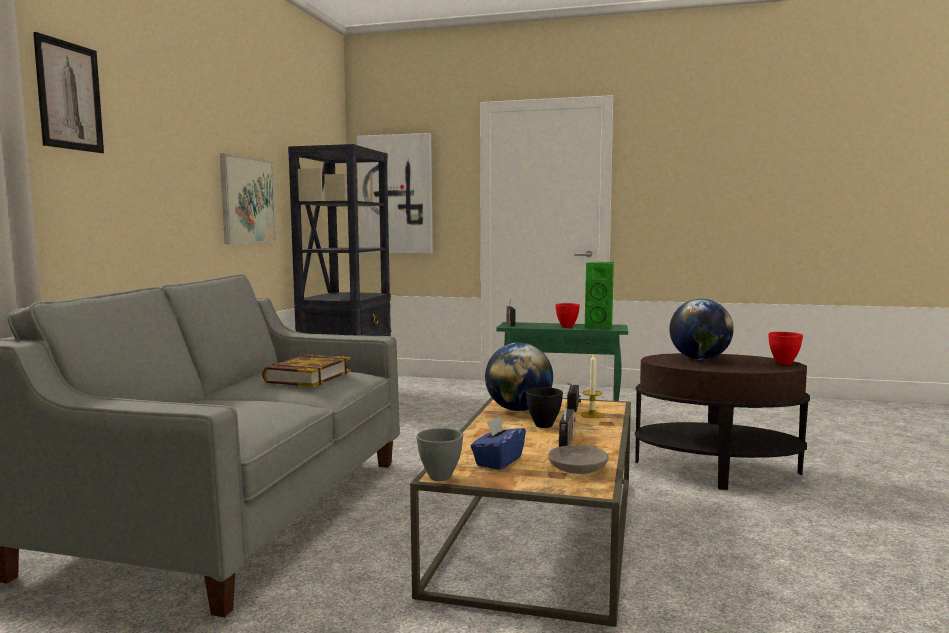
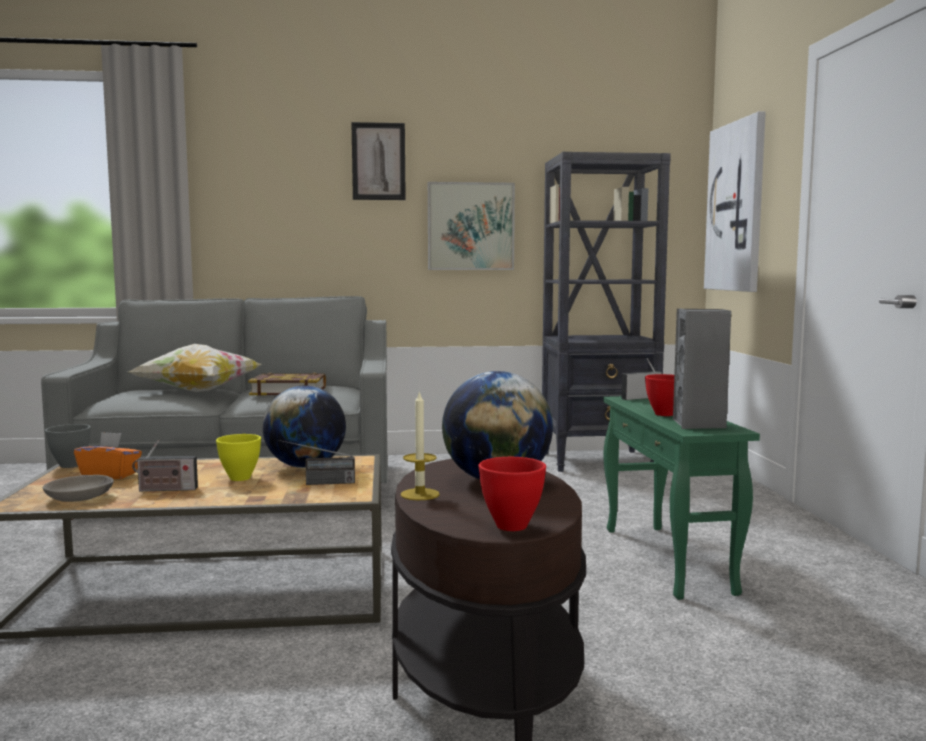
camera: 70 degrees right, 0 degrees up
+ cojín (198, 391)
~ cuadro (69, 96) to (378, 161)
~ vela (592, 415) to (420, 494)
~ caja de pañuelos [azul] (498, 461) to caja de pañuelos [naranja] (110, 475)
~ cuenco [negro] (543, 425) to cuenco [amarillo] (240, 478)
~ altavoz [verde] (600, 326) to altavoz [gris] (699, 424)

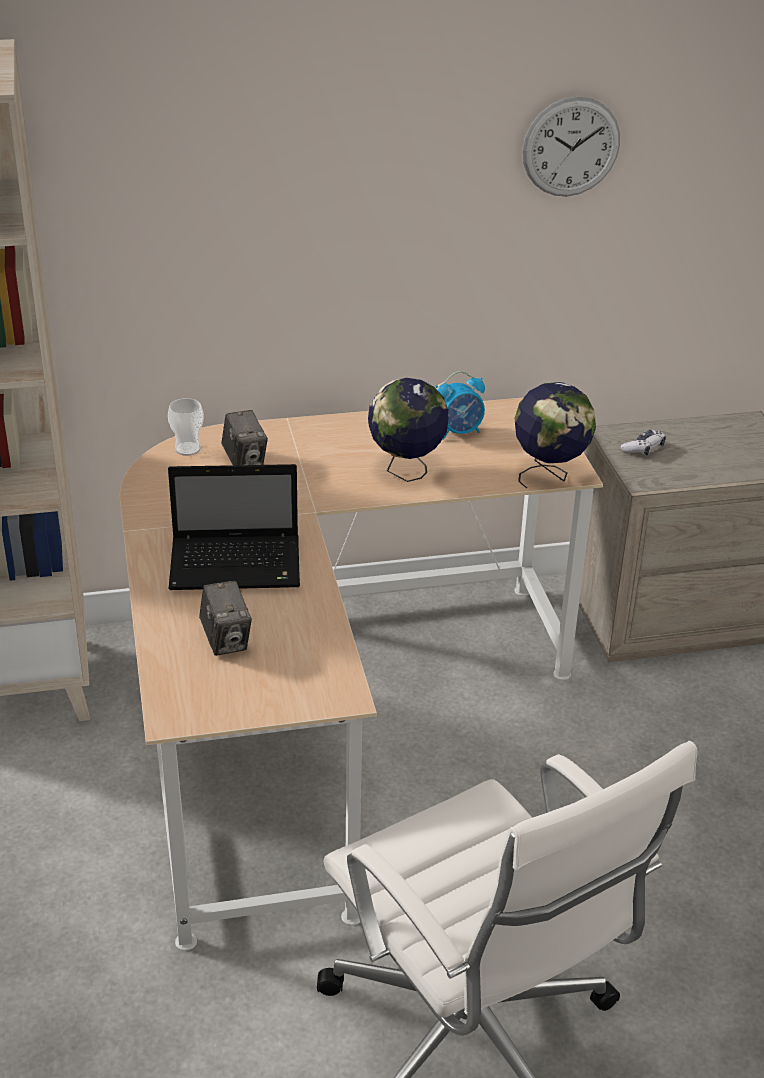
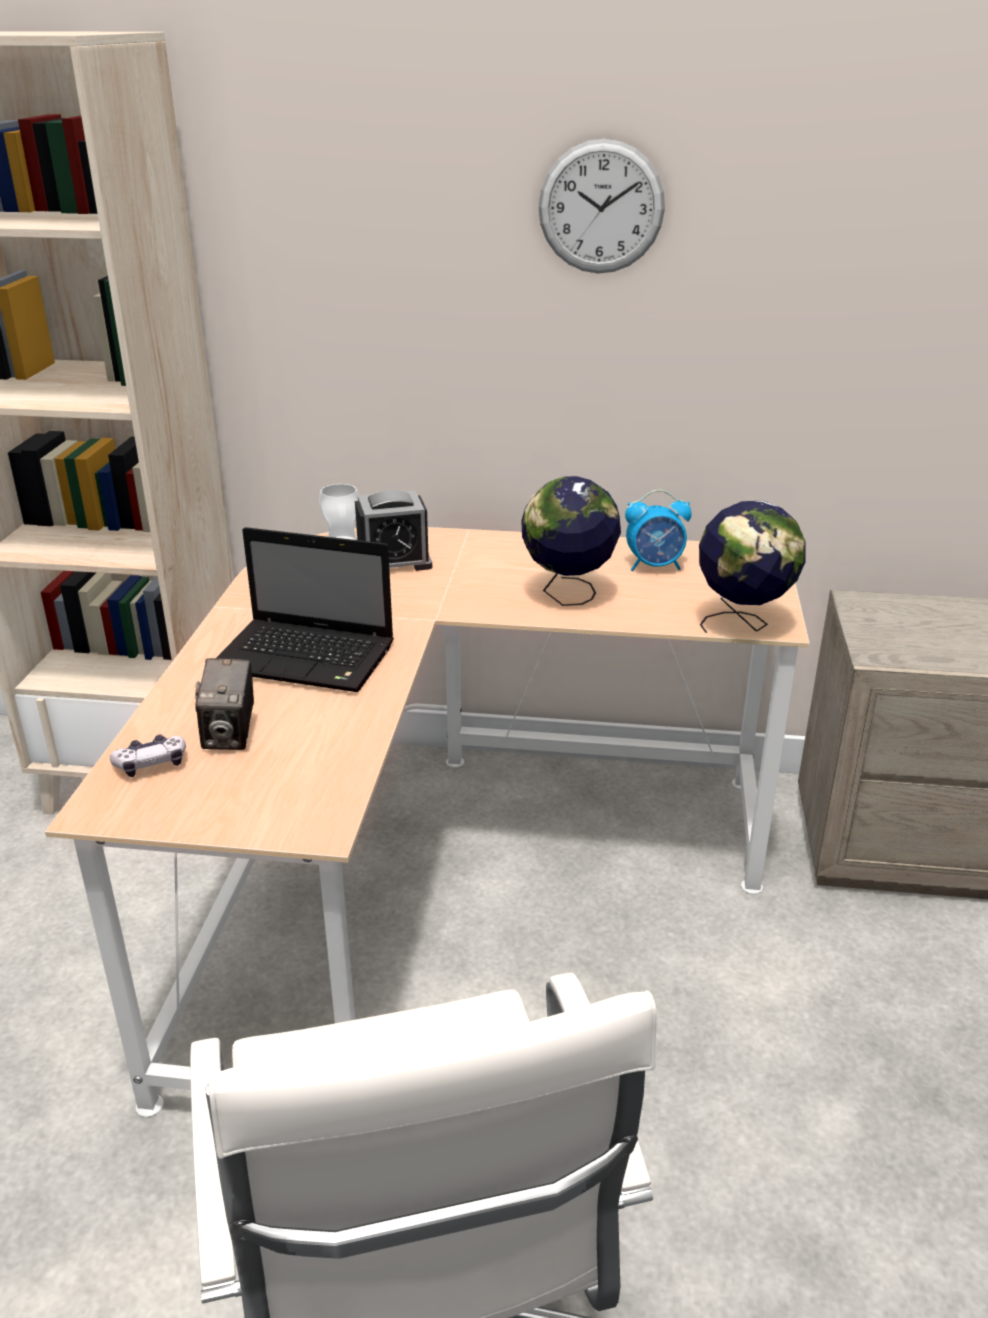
camera: 20 degrees right, 5 degrees down
~ reloj de pared (571, 147) to (601, 207)
~ mando de consola (643, 448) to (151, 764)
~ cámara (245, 461) to despertador (393, 561)

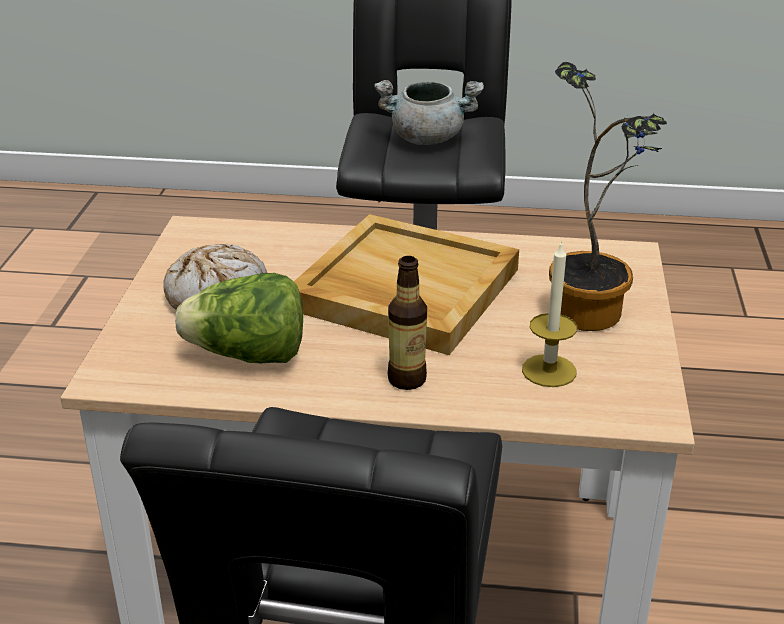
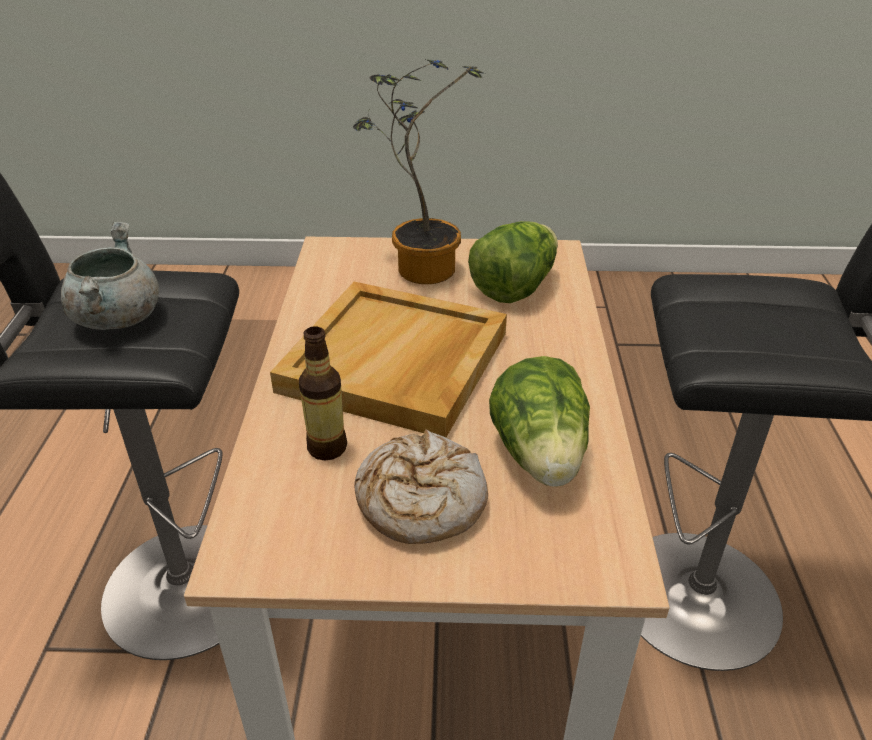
camera: 95 degrees left, 5 degrees up
~ botella (407, 379) to (327, 447)
~ vela (549, 371) to lechuga (514, 288)

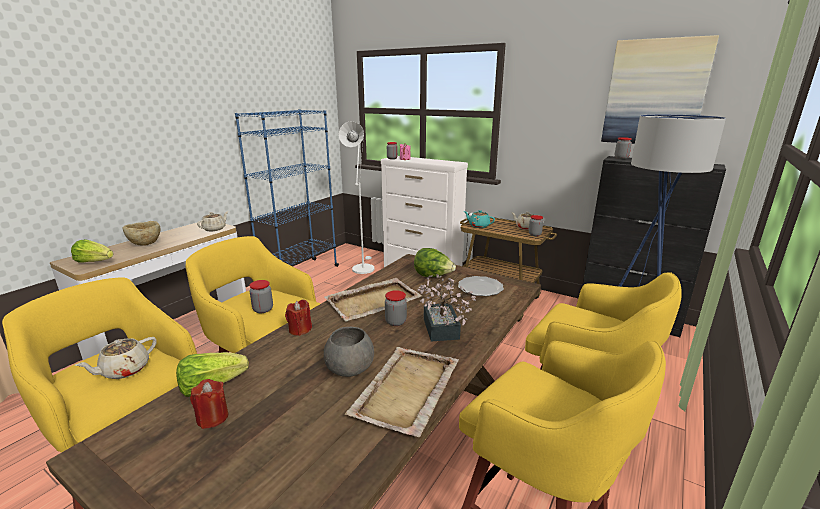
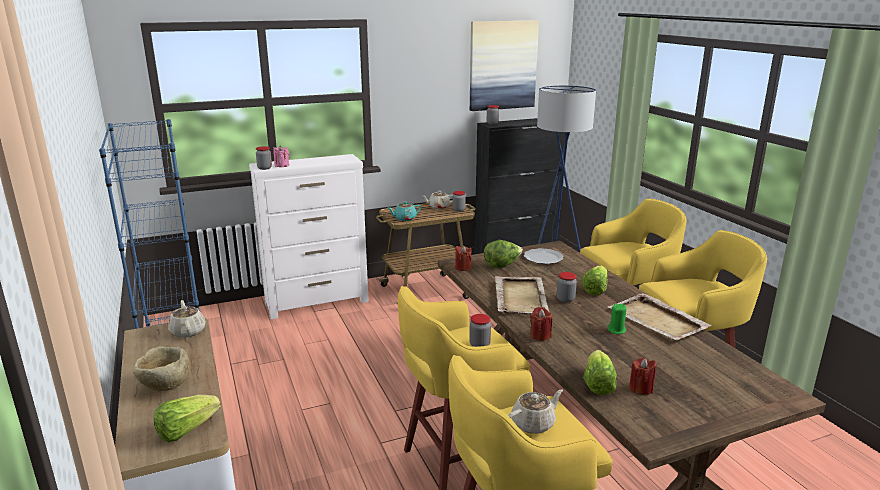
camera: 55 degrees left, 0 degrees up
- lámpara de pie [blanco] (363, 267)
+ vela [rojo] (463, 267)
~ cuenco [gris] (349, 368) to vela [verde] (616, 330)
~ planta en maceta (441, 331) to lechuga (595, 289)
~ tetera [beis] (124, 370) = (534, 423) 105 degrees counterclockwise

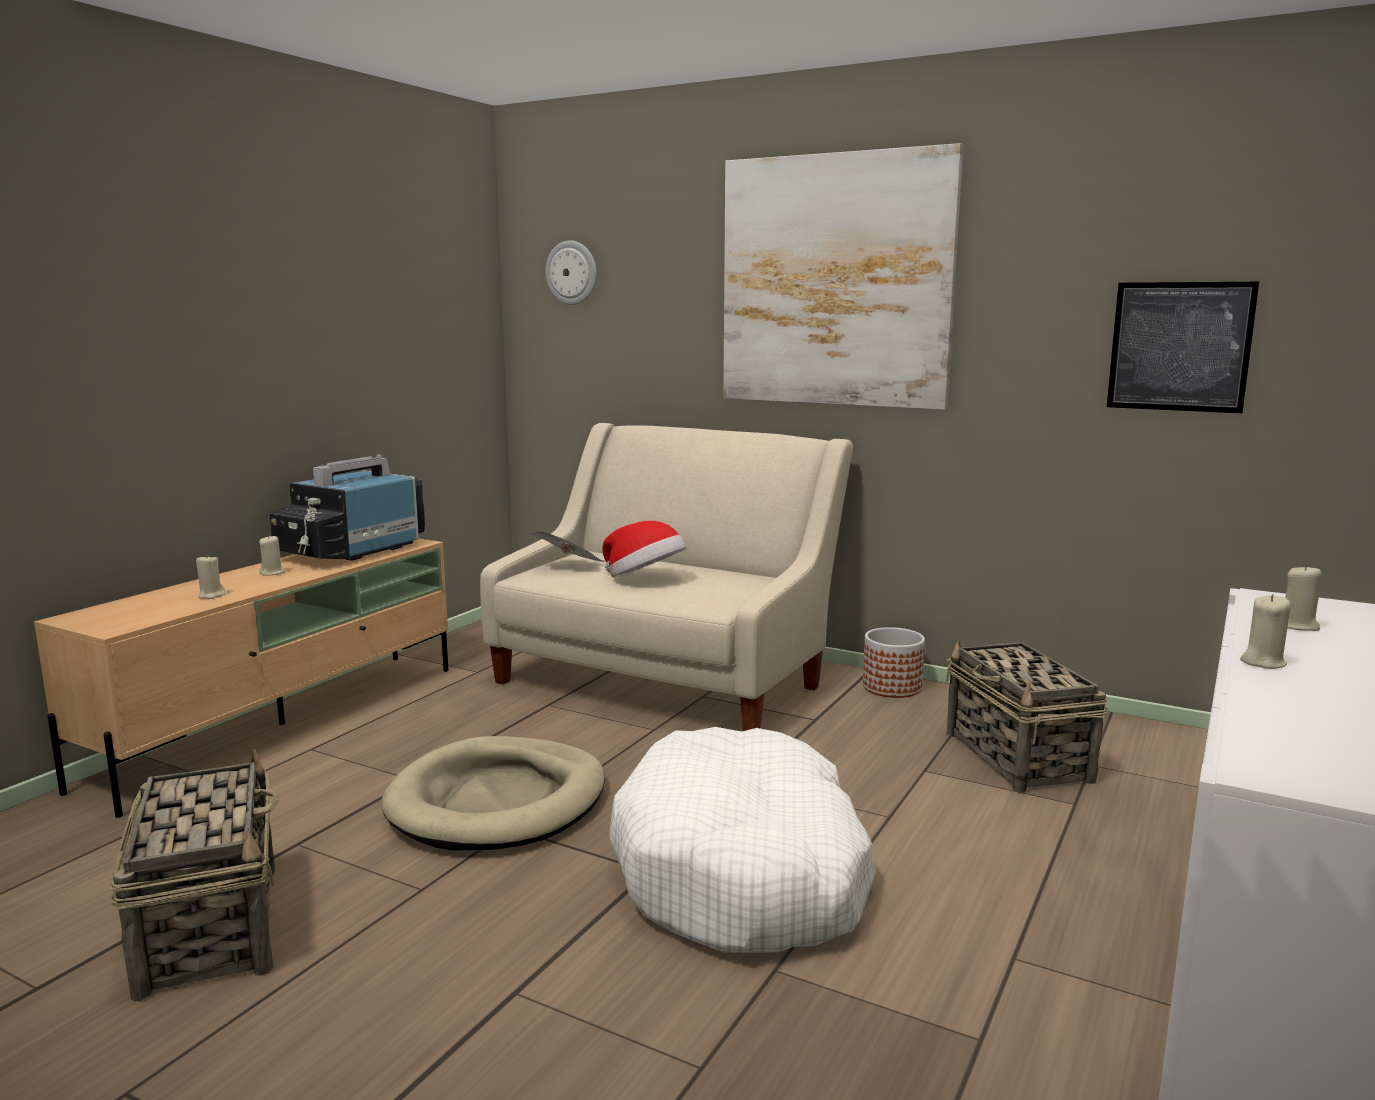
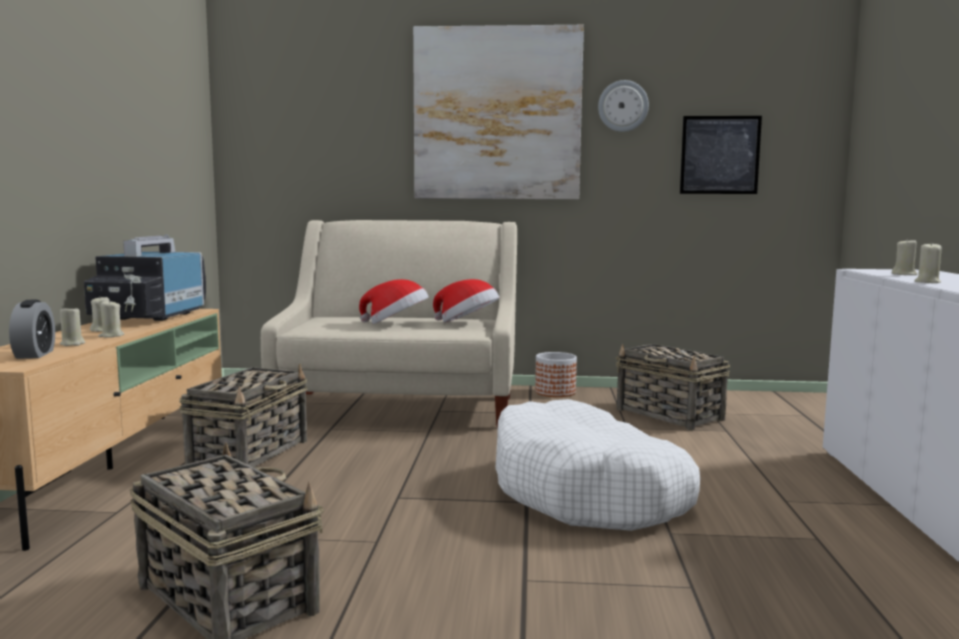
camera: 25 degrees left, 5 degrees down
- cama para perro [beis] (498, 802)
- periódico (570, 566)
+ despertador (34, 354)
+ vela [beis] (111, 336)
+ cesta (250, 453)
+ sombrero (467, 323)
~ reloj de pared (572, 273) to (623, 106)

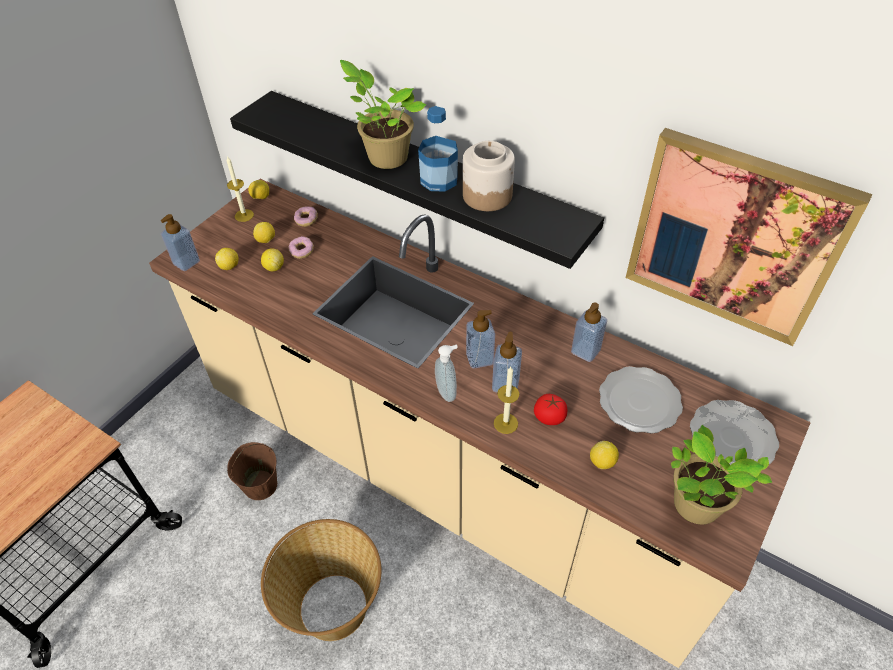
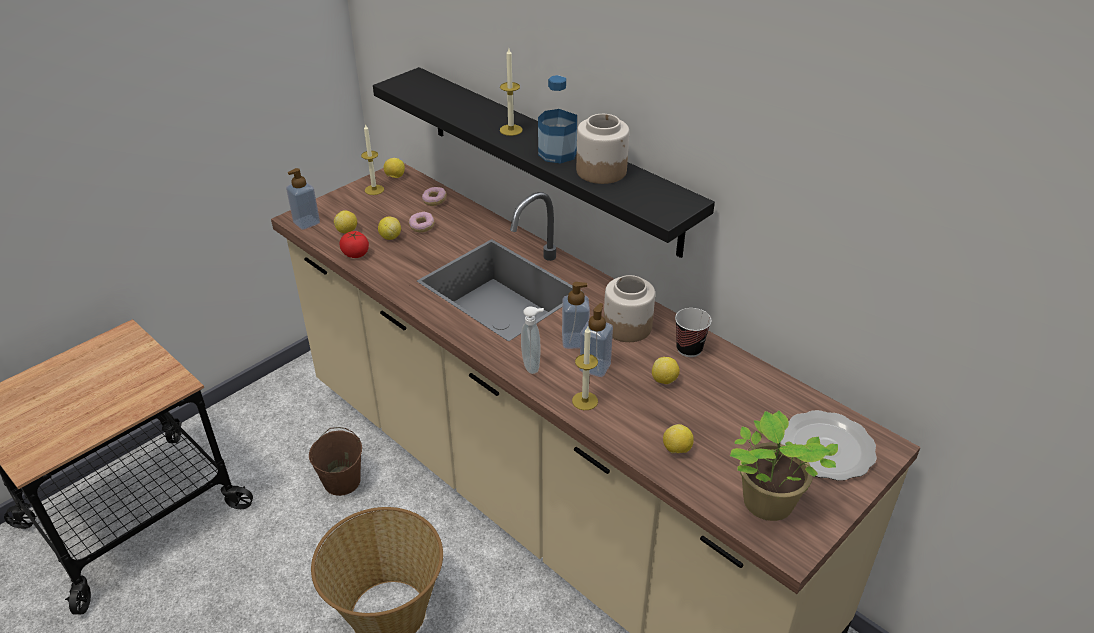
camera: 10 degrees right, 10 degrees down
- plato (639, 402)
- cuadro (734, 237)
+ tarro (627, 326)
~ limón (266, 240) to (664, 380)
~ tomate (549, 417) to (356, 254)
~ planta en maceta (385, 157) to vela (511, 130)
~ dispensador de jabón (585, 351) to taza (689, 349)

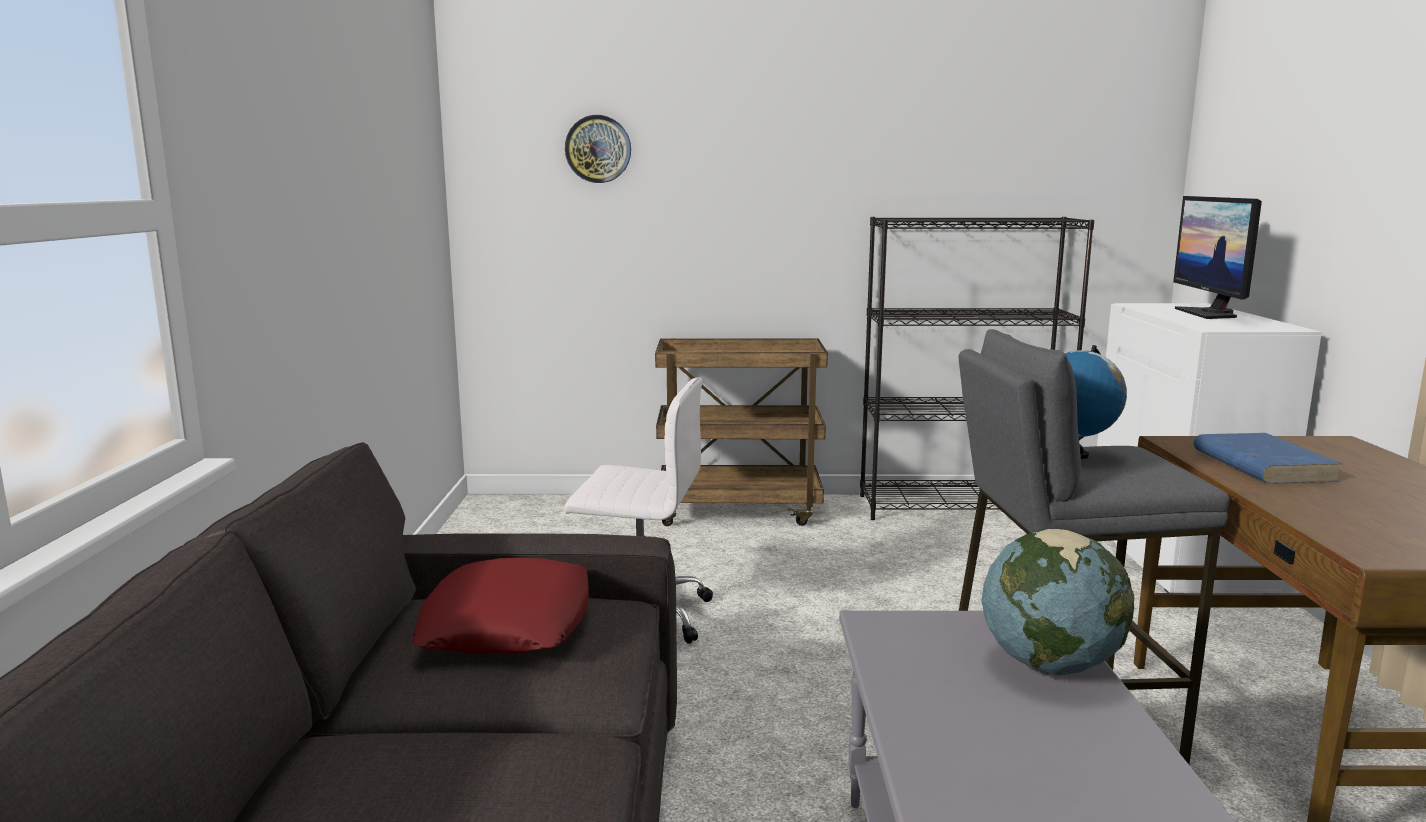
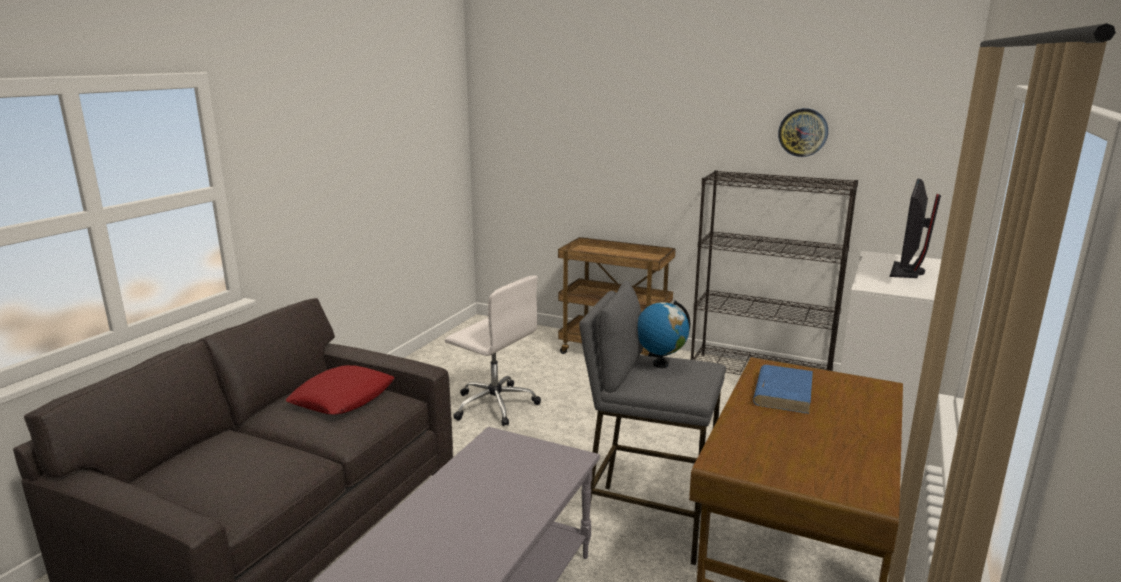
camera: 25 degrees right, 5 degrees up
- globo terráqueo (1050, 665)
~ reloj de pared (598, 149) to (803, 132)

